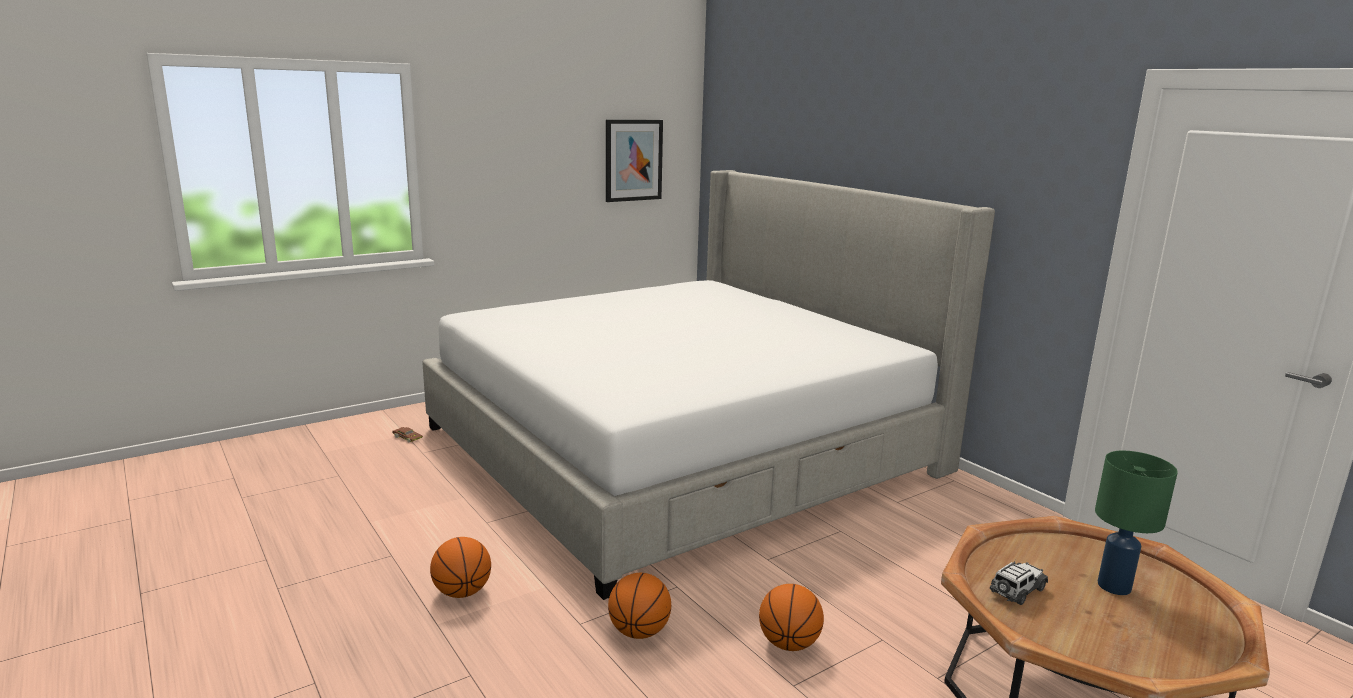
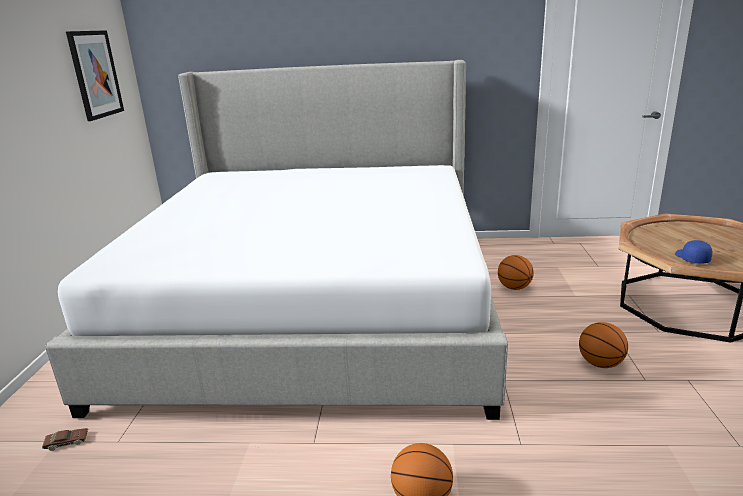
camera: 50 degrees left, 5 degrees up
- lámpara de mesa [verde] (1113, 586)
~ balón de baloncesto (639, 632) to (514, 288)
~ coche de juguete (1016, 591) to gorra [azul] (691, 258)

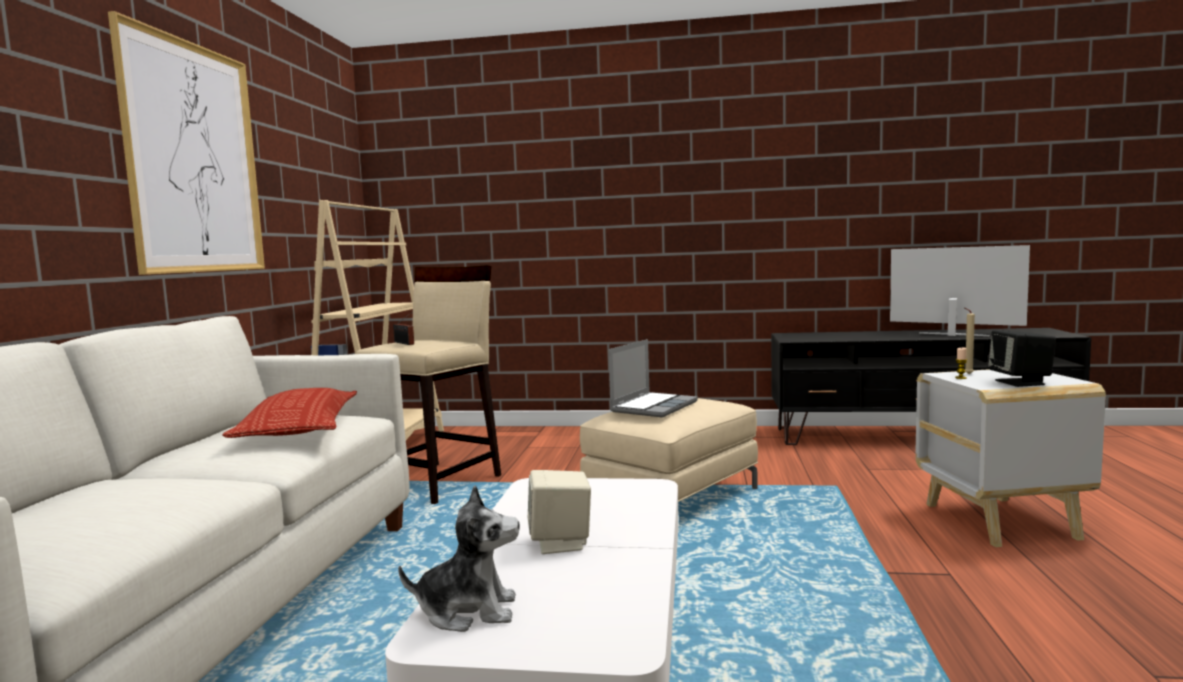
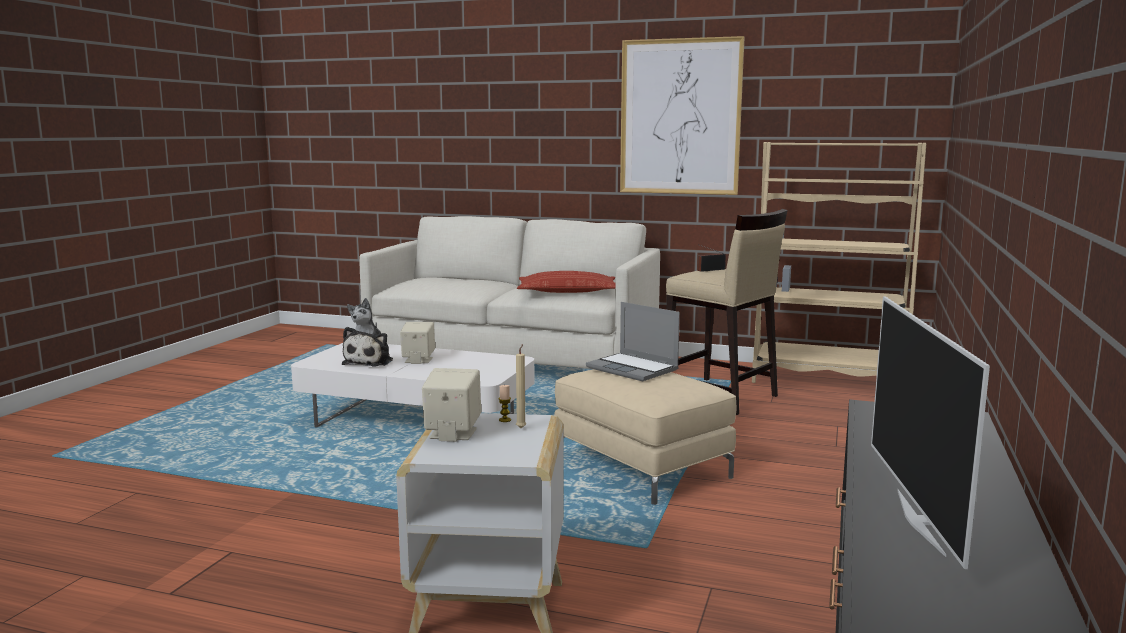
camera: 100 degrees right, 5 degrees up
+ peluche (370, 362)
~ altavoz [negro] (1020, 382) to altavoz [beis] (452, 433)
~ televisor (952, 335) = (922, 521) 135 degrees clockwise

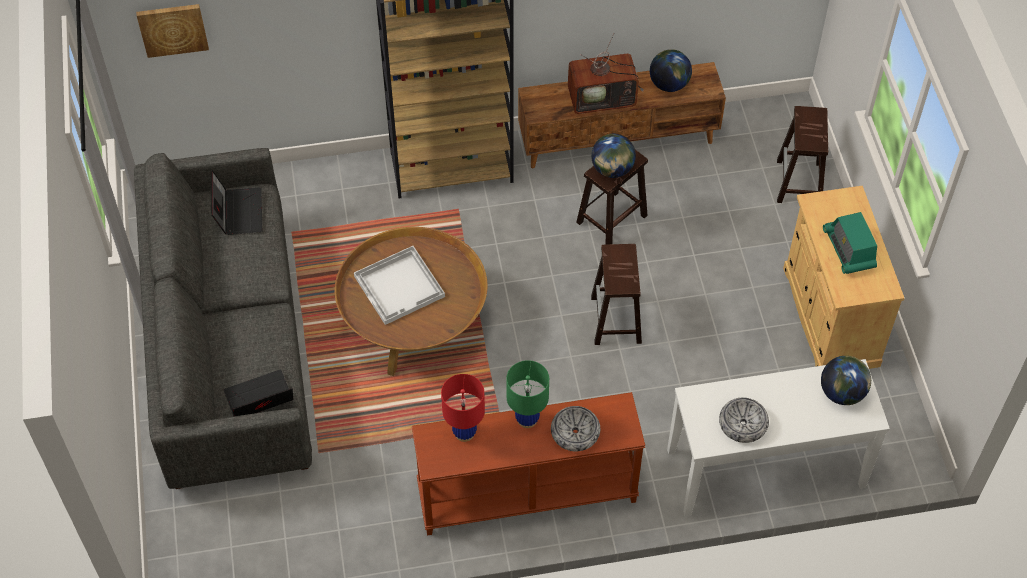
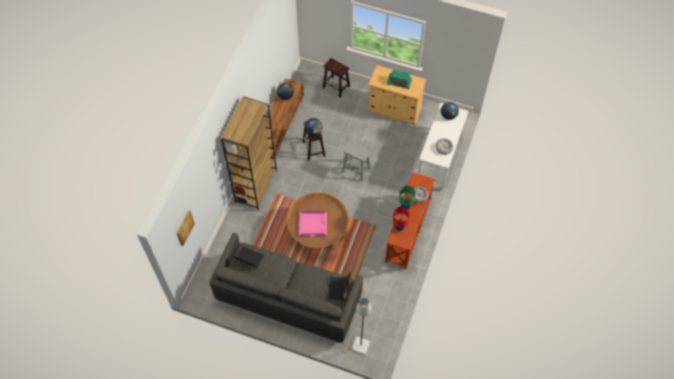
camera: 60 degrees left, 5 degrees up
- televisor (603, 97)
+ lámpara de pie [gris] (360, 346)
~ bandeja [blanco] (400, 286) to bandeja [rosa] (313, 223)
~ taburete [marrón] (616, 320) to taburete [gris] (356, 169)

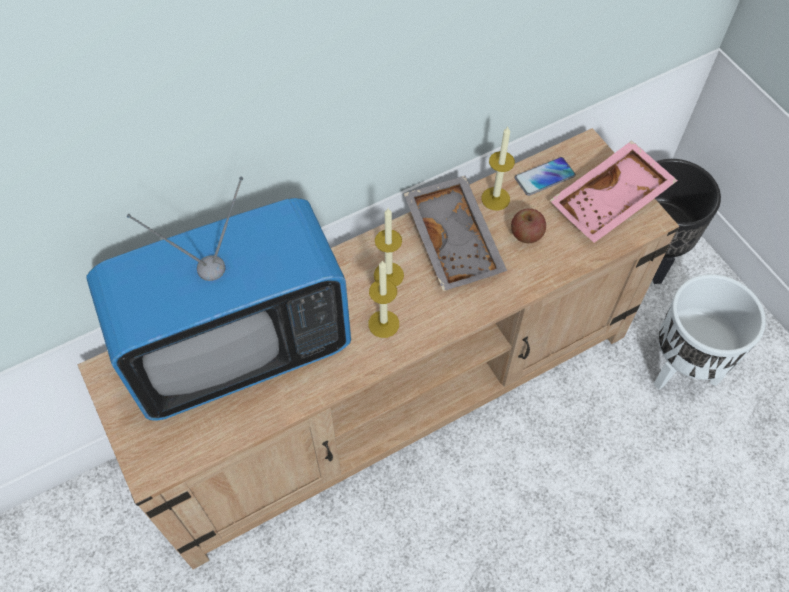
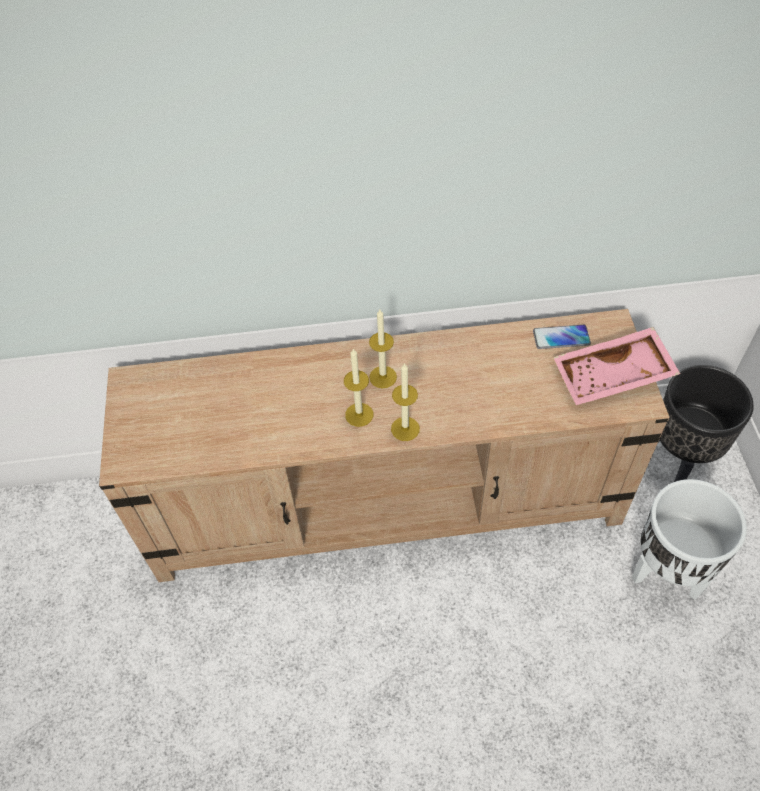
camera: 25 degrees right, 5 degrees down
- televisor (239, 349)
- bandeja [gris] (455, 240)
- manzana (526, 234)
~ vela (495, 198) to (405, 429)

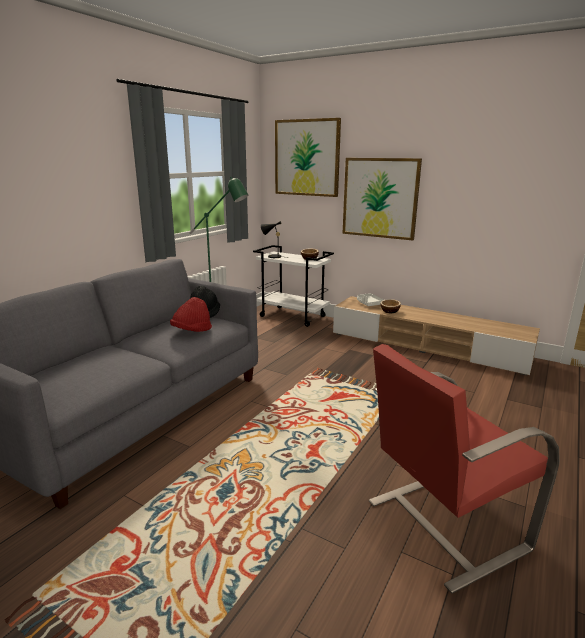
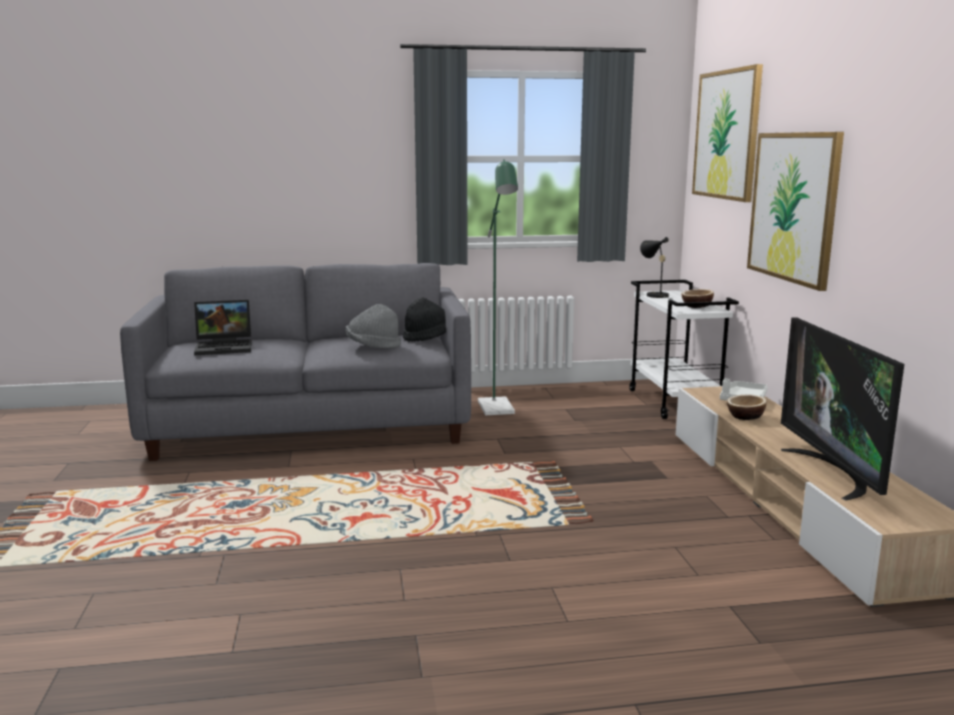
camera: 50 degrees right, 5 degrees down
- sillón [rojo] (443, 525)
+ portátil (225, 347)
+ televisor (833, 472)
~ sombrero [rojo] (191, 331) to sombrero [gris] (373, 346)

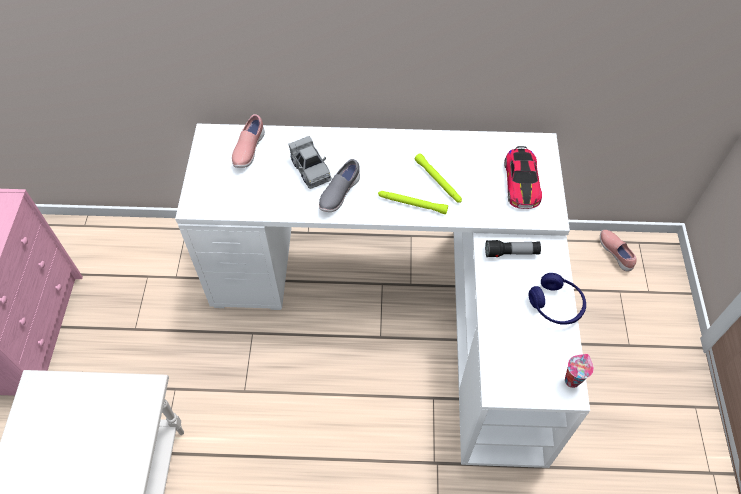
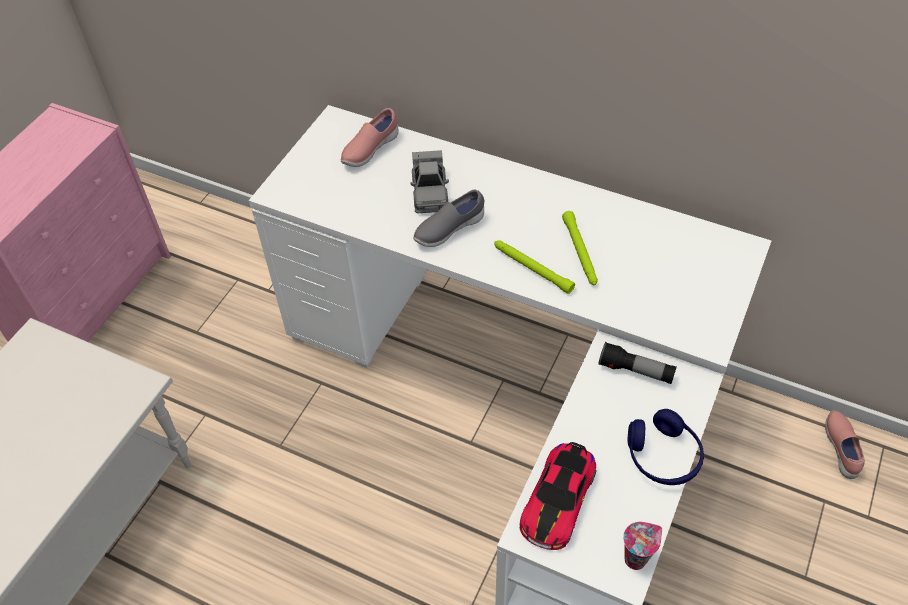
camera: 25 degrees right, 5 degrees down
~ coche de juguete (521, 182) to (558, 500)

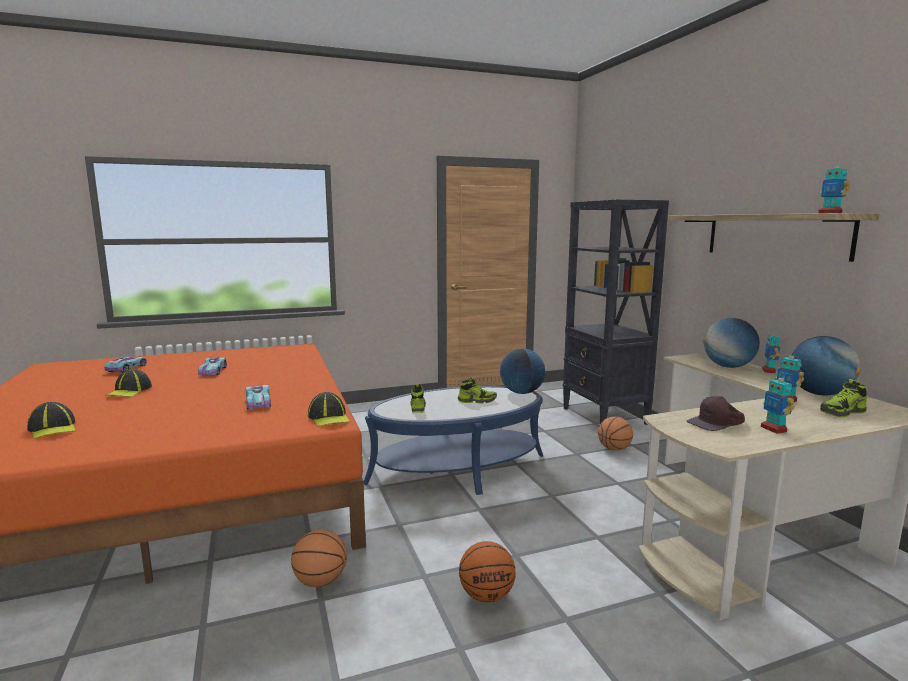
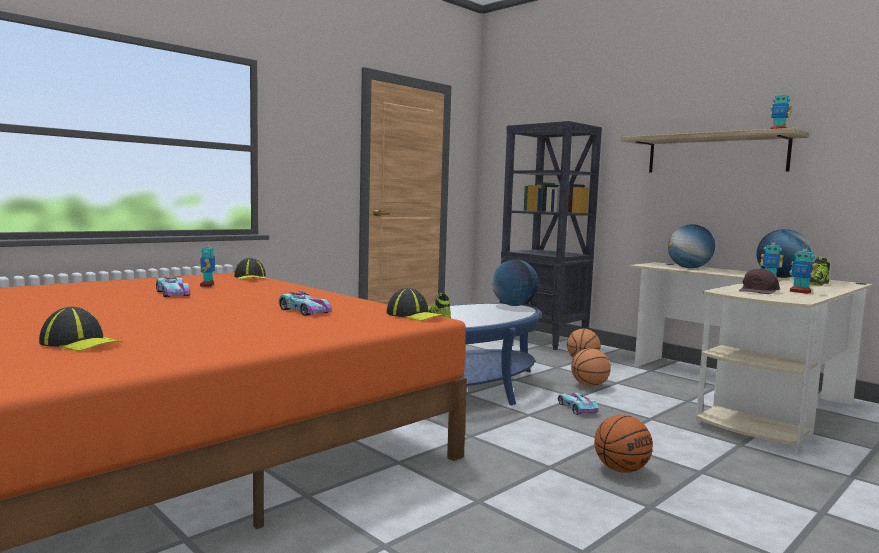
camera: 25 degrees left, 5 degrees down
- zapato (477, 401)
~ coche de juguete (127, 368) to (576, 408)
~ gorra (129, 391) to (251, 277)
~ balón de baloncesto (320, 581) to (589, 385)
~ robot de juguete (769, 371) to (207, 285)

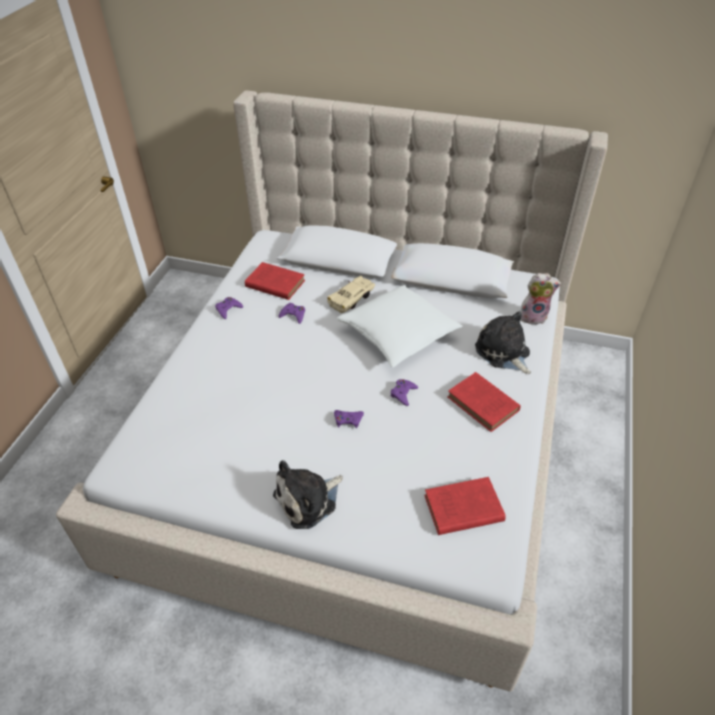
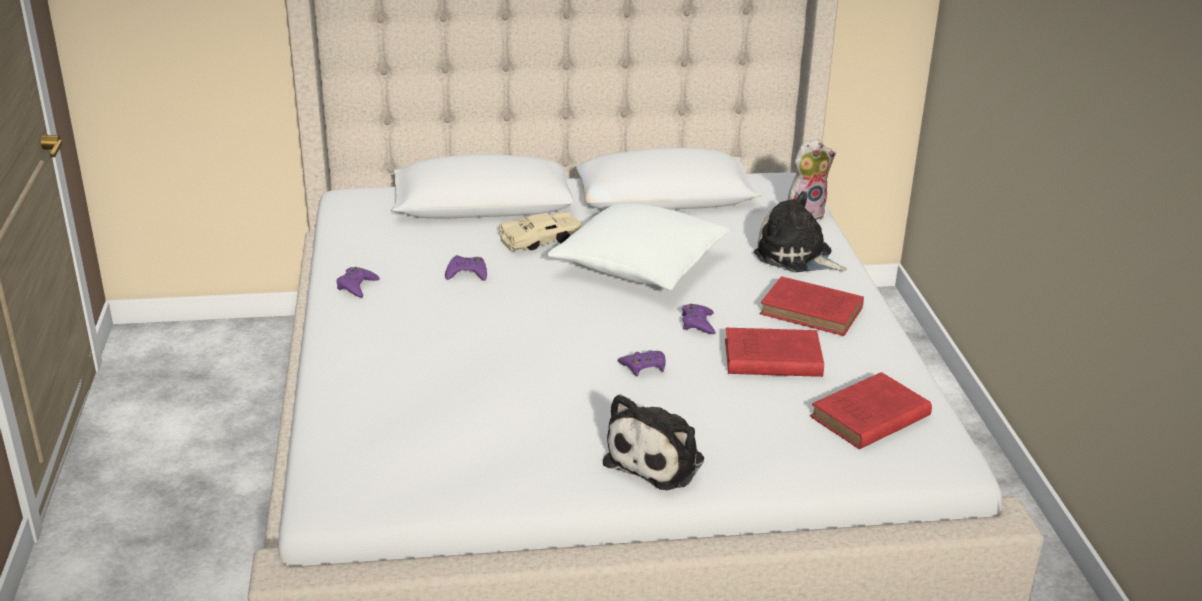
camera: 25 degrees left, 15 degrees down
~ libro [rojo] (274, 283) to (769, 359)
~ coche de juguete [beis] (352, 299) = (541, 240) 45 degrees clockwise

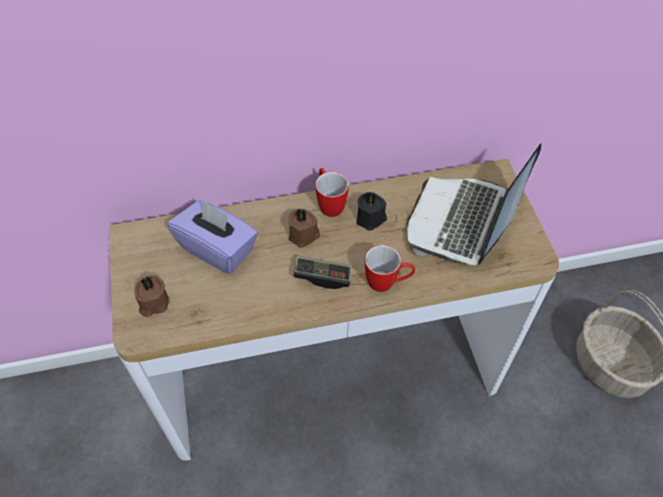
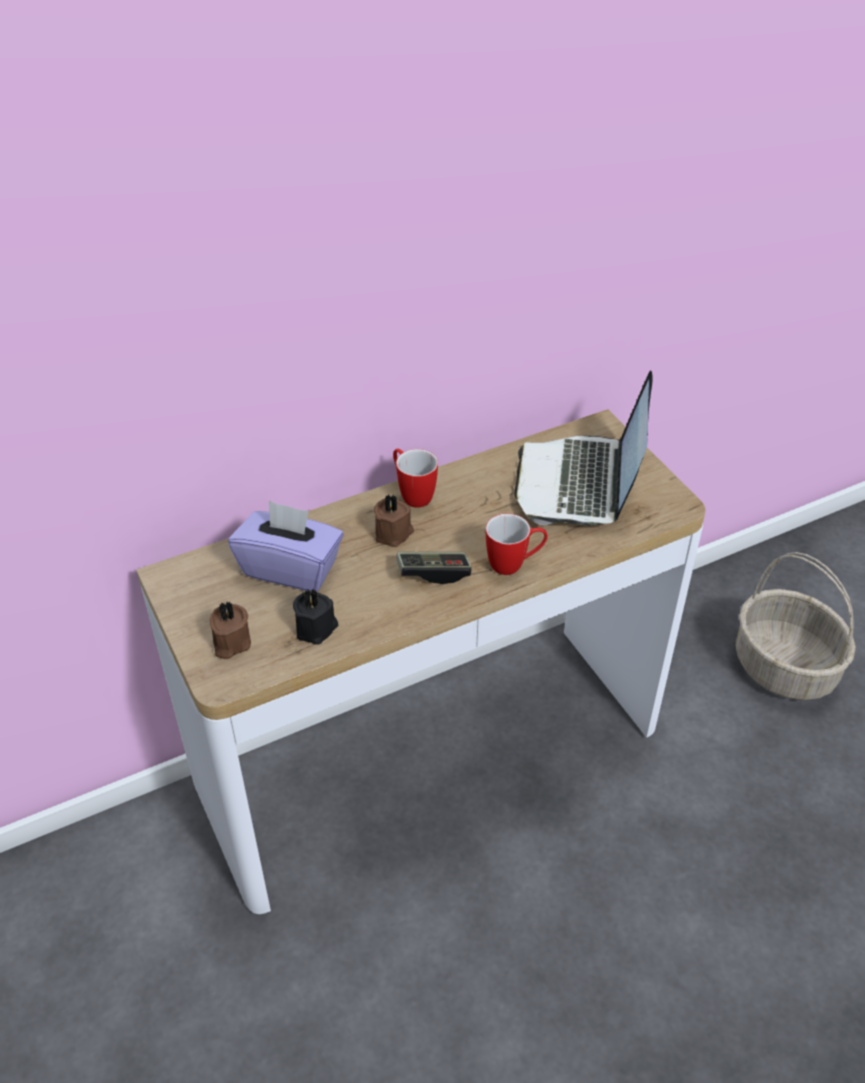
camera: 15 degrees left, 10 degrees down
~ vela [negro] (371, 219) to (317, 628)

